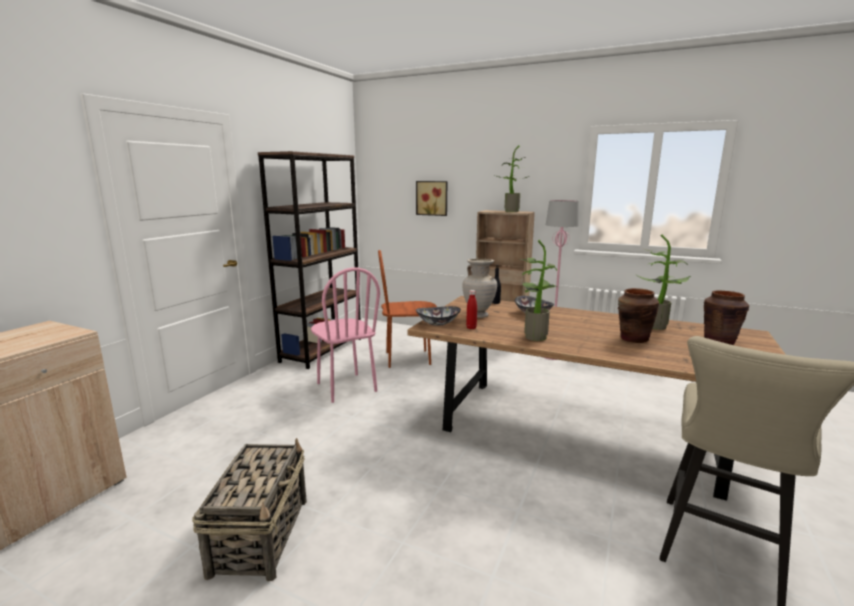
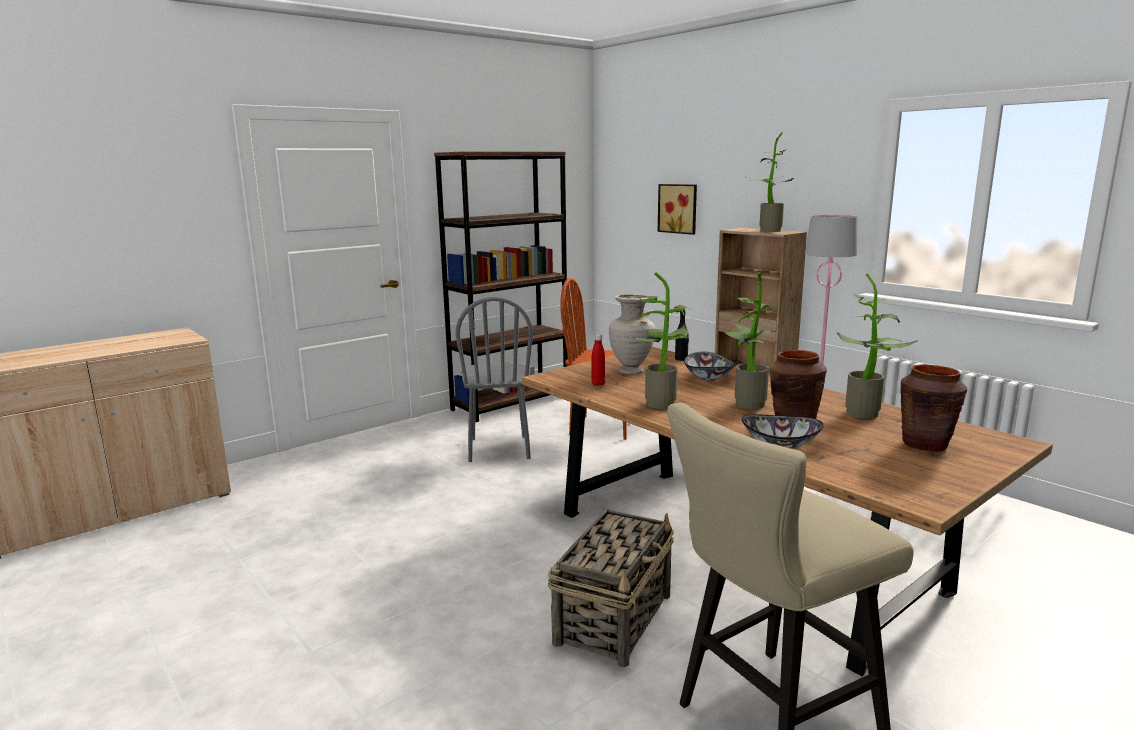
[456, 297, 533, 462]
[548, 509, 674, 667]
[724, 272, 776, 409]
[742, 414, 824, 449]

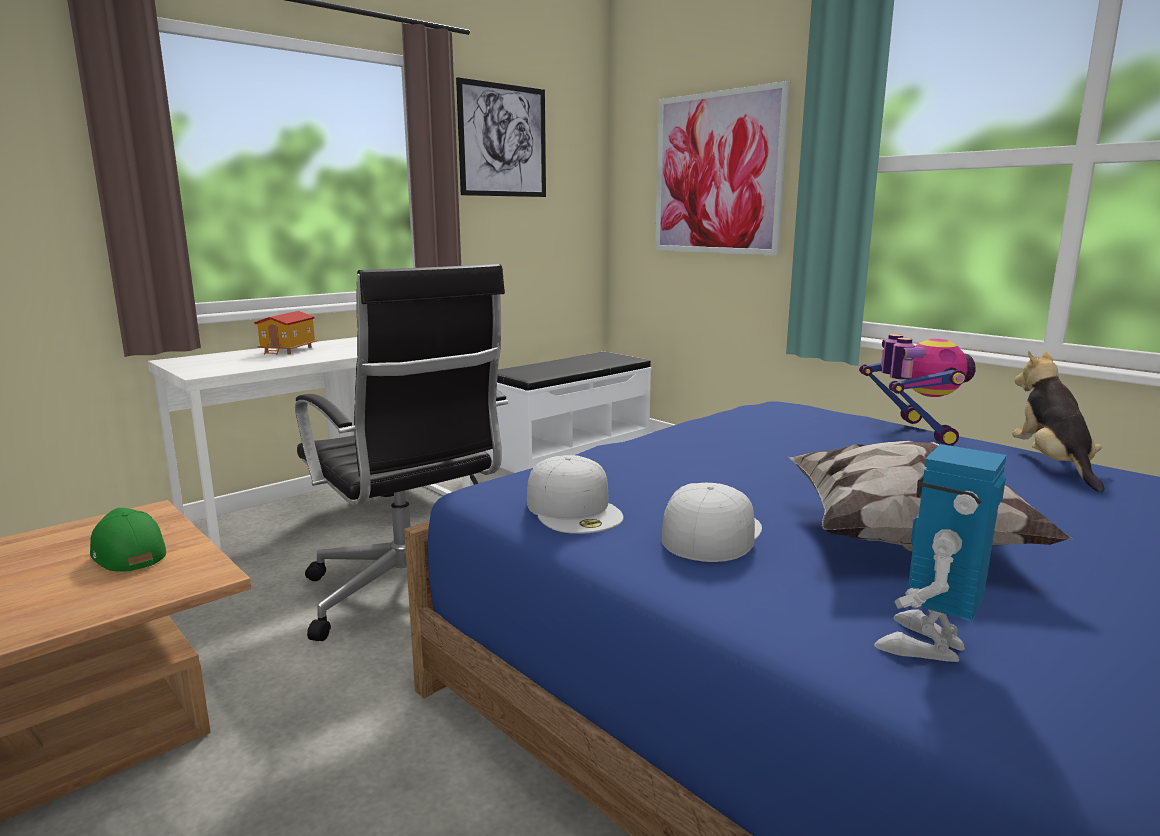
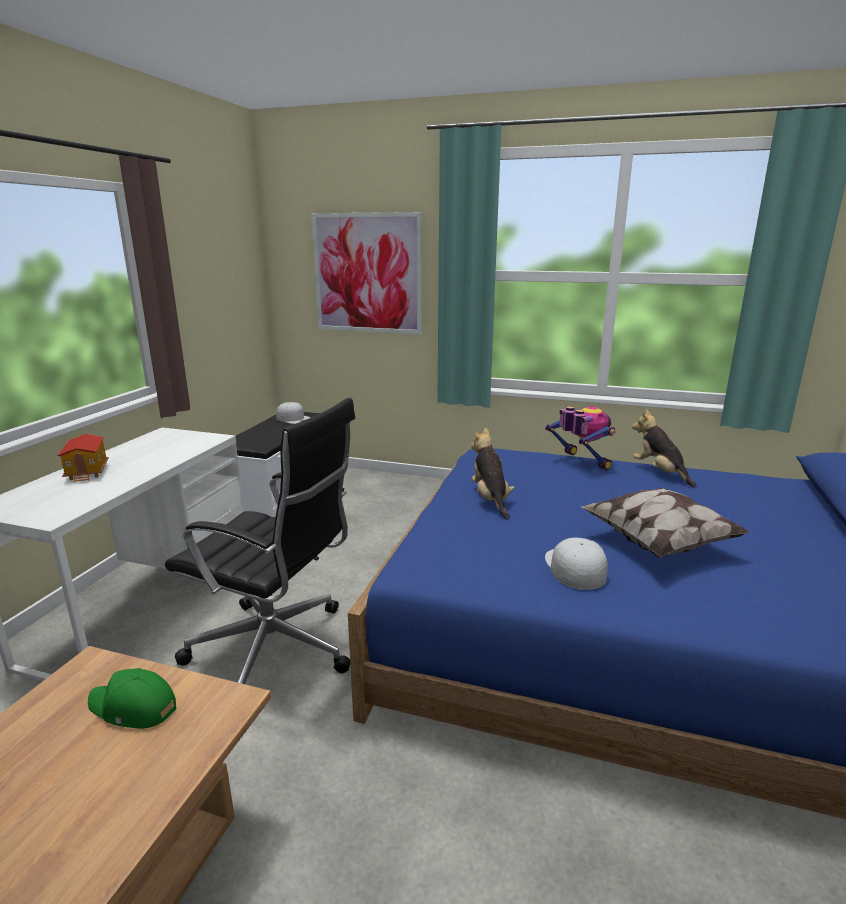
[276, 402, 311, 424]
[471, 428, 514, 520]
[456, 77, 546, 197] (first image)
[874, 444, 1007, 662] (first image)

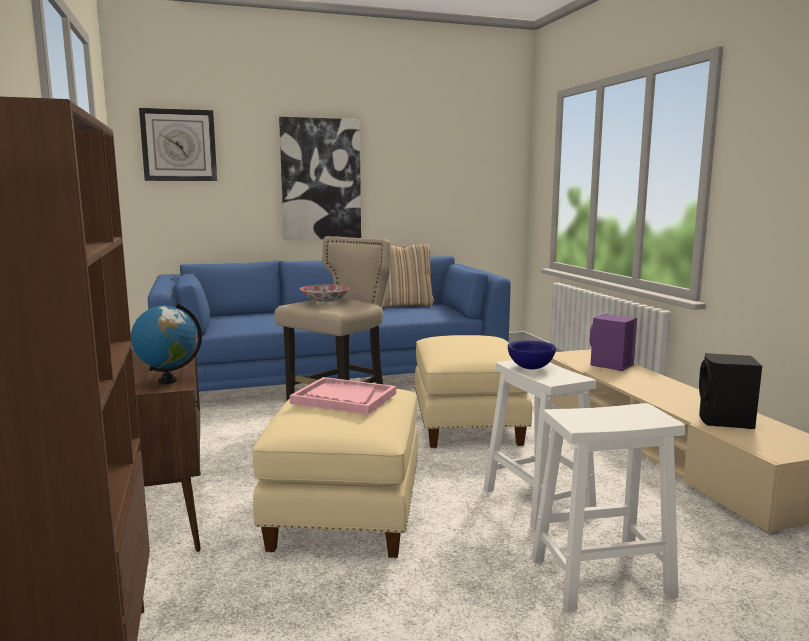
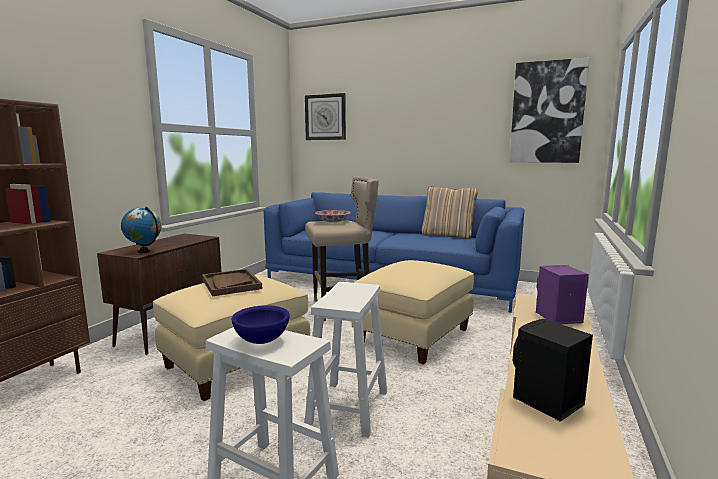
[202, 269, 262, 297]
[232, 305, 290, 344]
[509, 57, 590, 163]

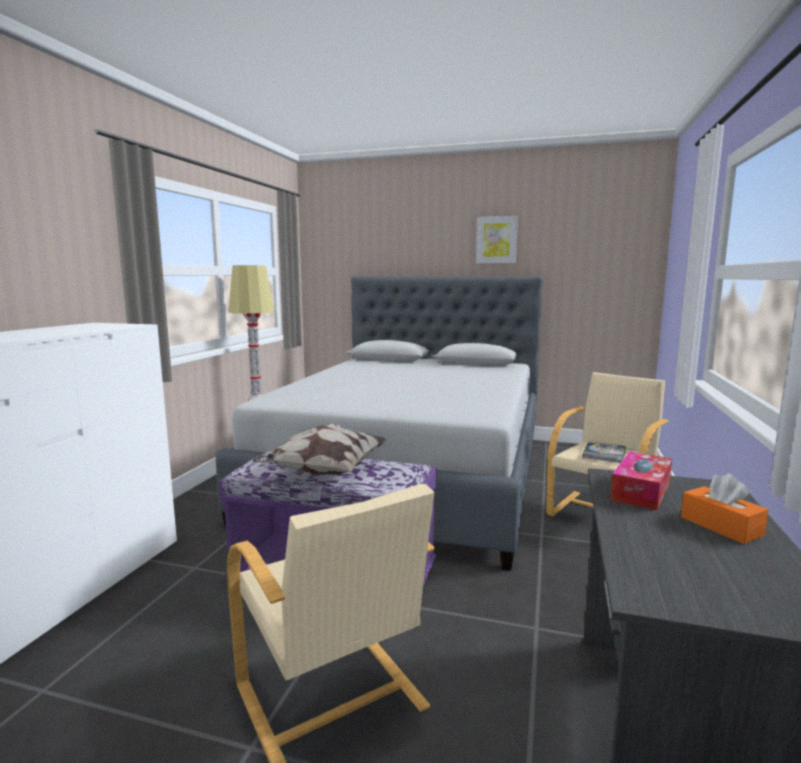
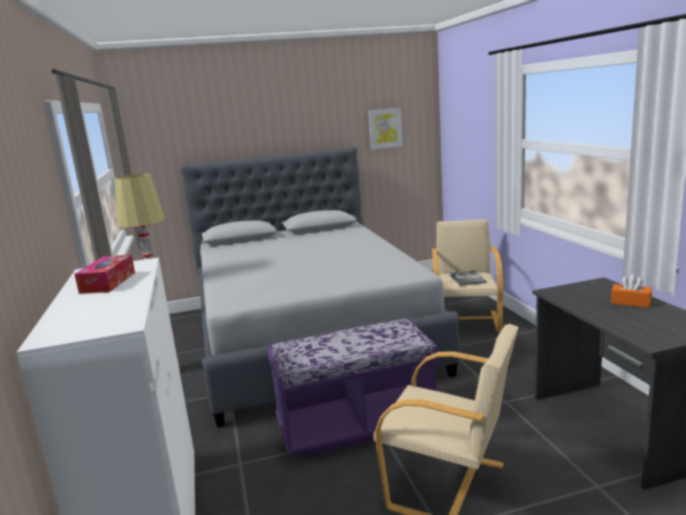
[74, 255, 135, 294]
[369, 108, 403, 150]
[252, 424, 386, 475] (first image)

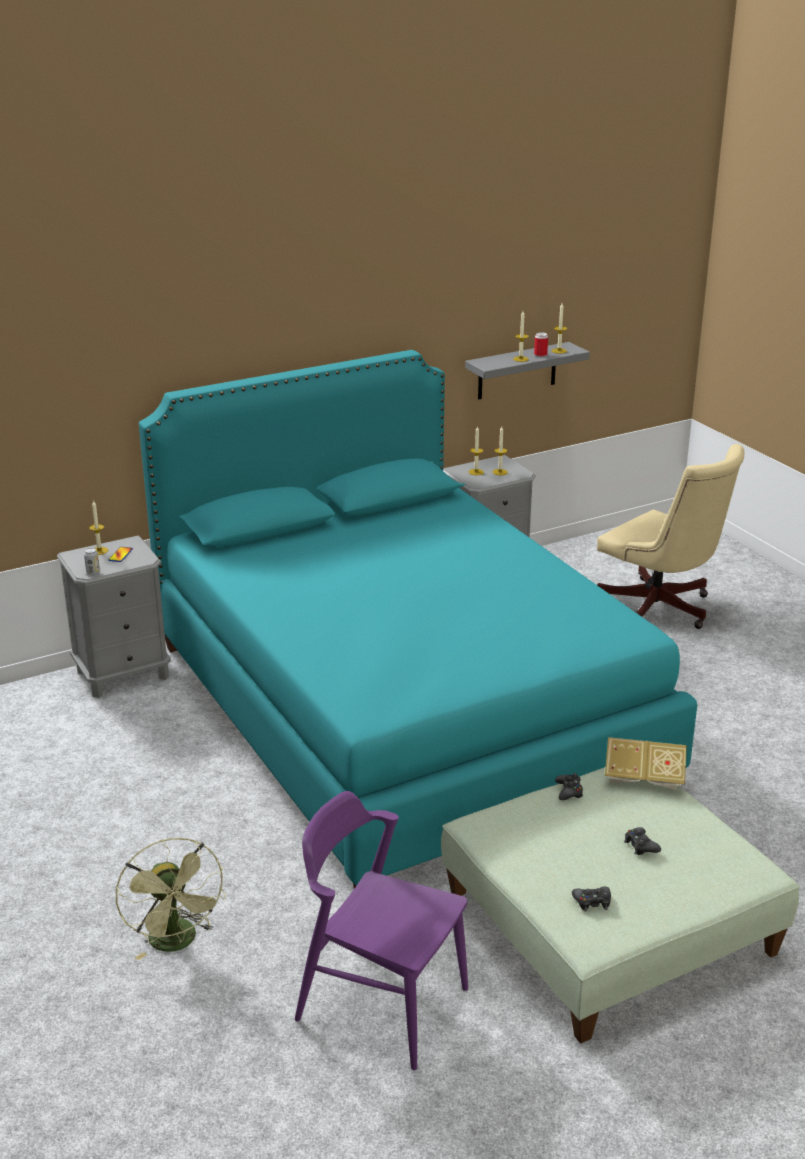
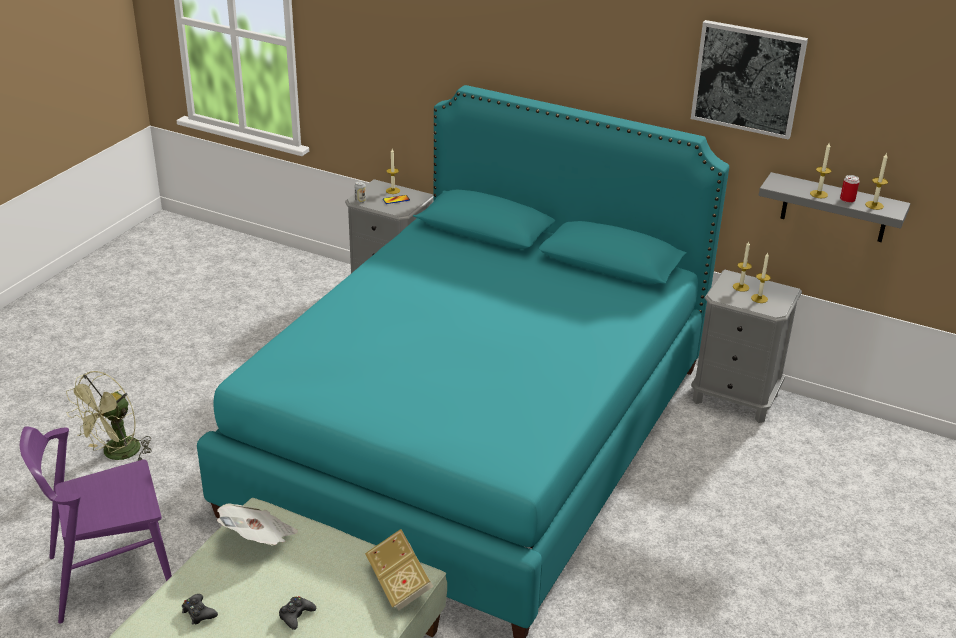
[20, 426, 172, 624]
[217, 503, 298, 546]
[691, 20, 808, 140]
[555, 773, 583, 800] (first image)
[597, 444, 745, 629] (first image)

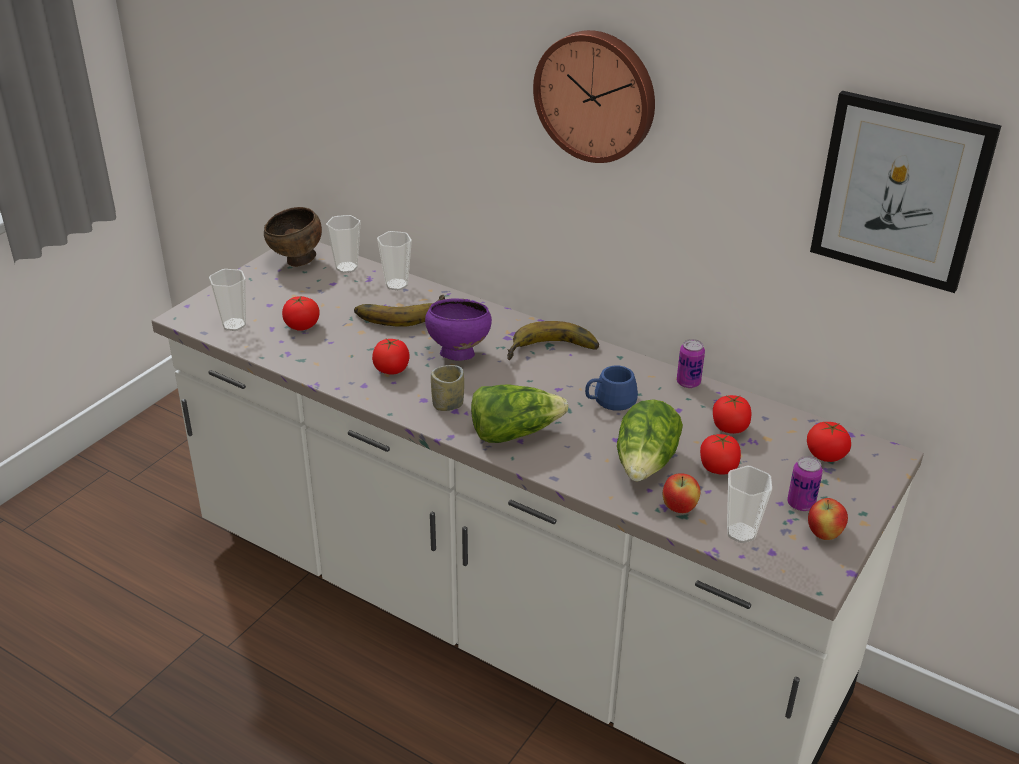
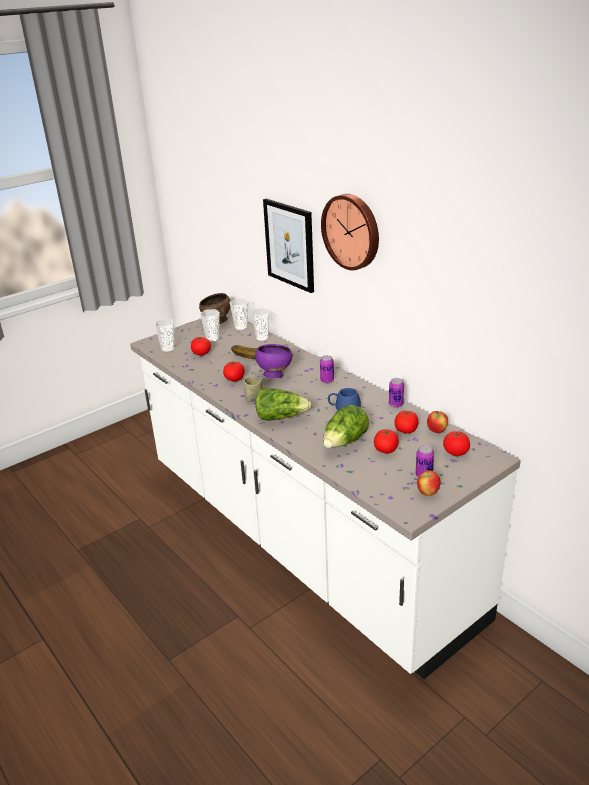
[200, 309, 220, 342]
[263, 199, 314, 293]
[320, 355, 334, 383]
[427, 411, 448, 433]

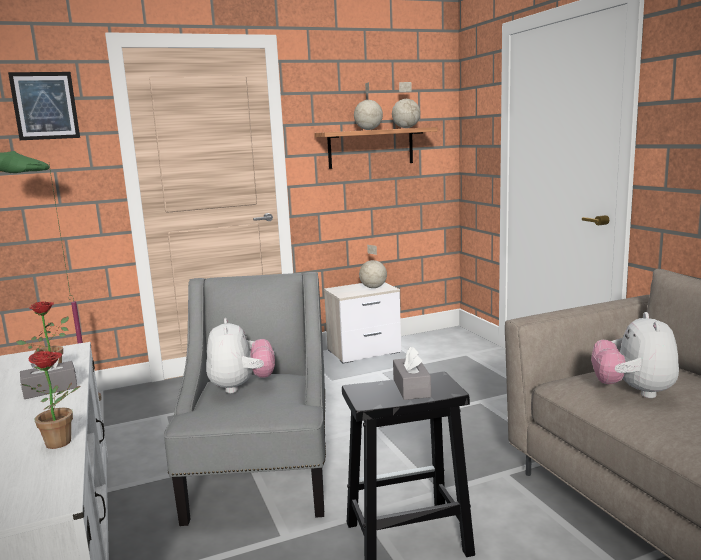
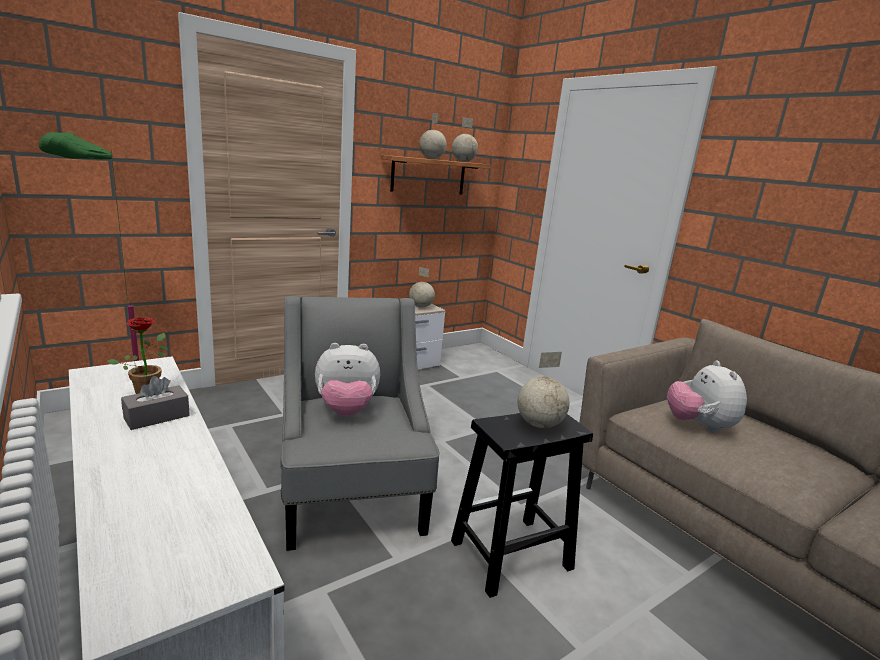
[315, 343, 380, 416]
[518, 352, 569, 428]
[8, 72, 80, 140] (first image)
[22, 351, 81, 449] (first image)

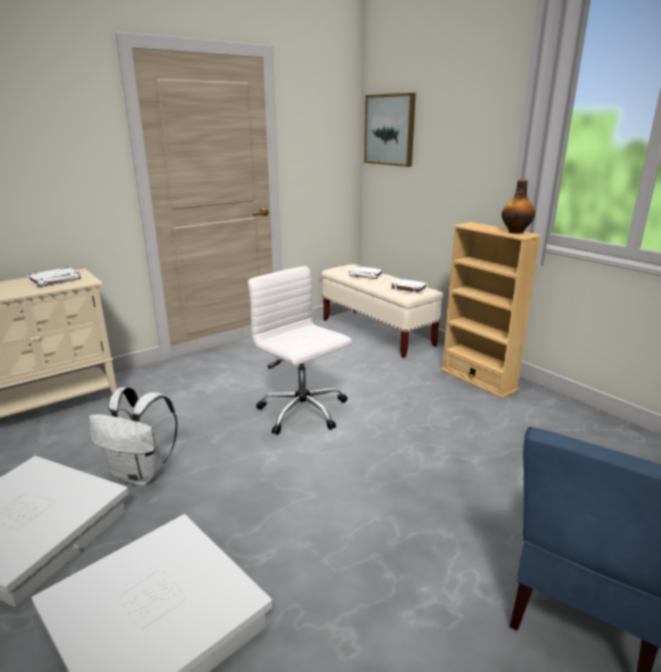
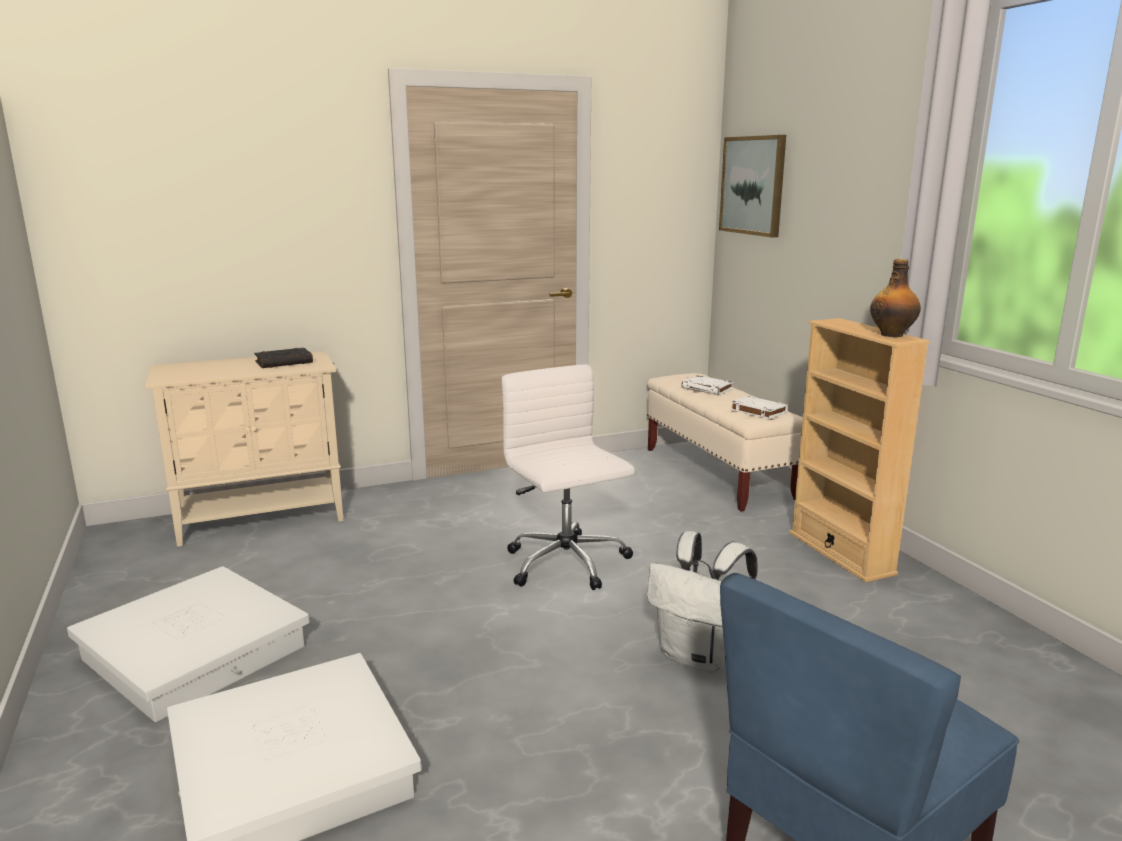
[254, 348, 313, 368]
[647, 531, 758, 673]

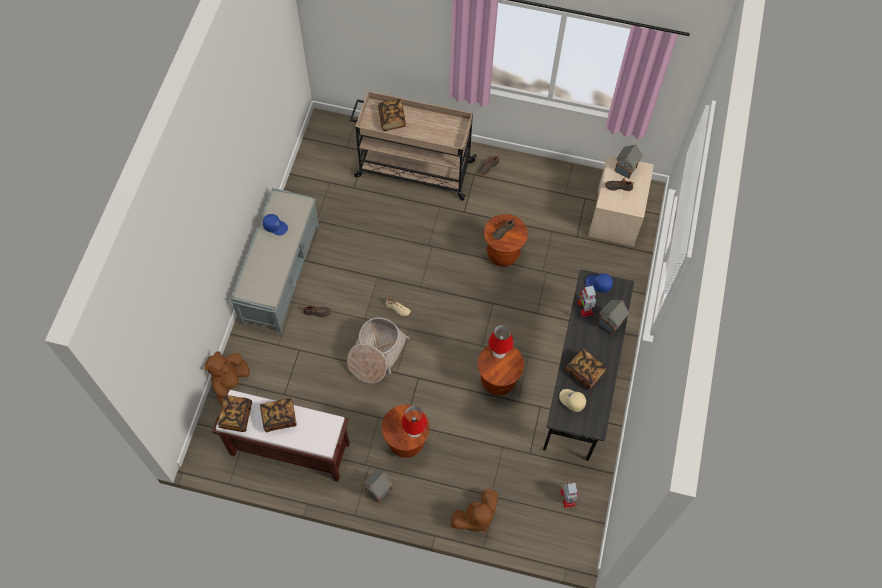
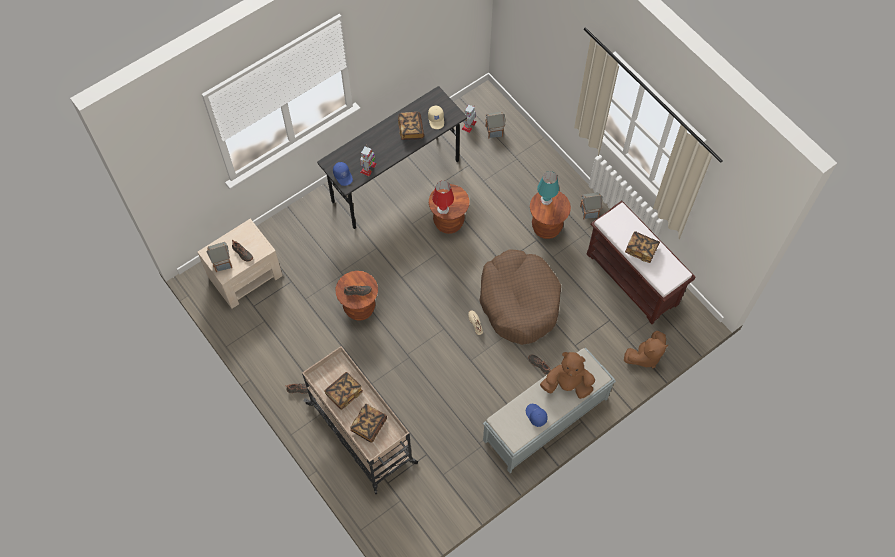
[324, 372, 363, 410]
[479, 249, 561, 345]
[485, 112, 505, 139]
[537, 171, 559, 205]
[540, 352, 595, 399]

